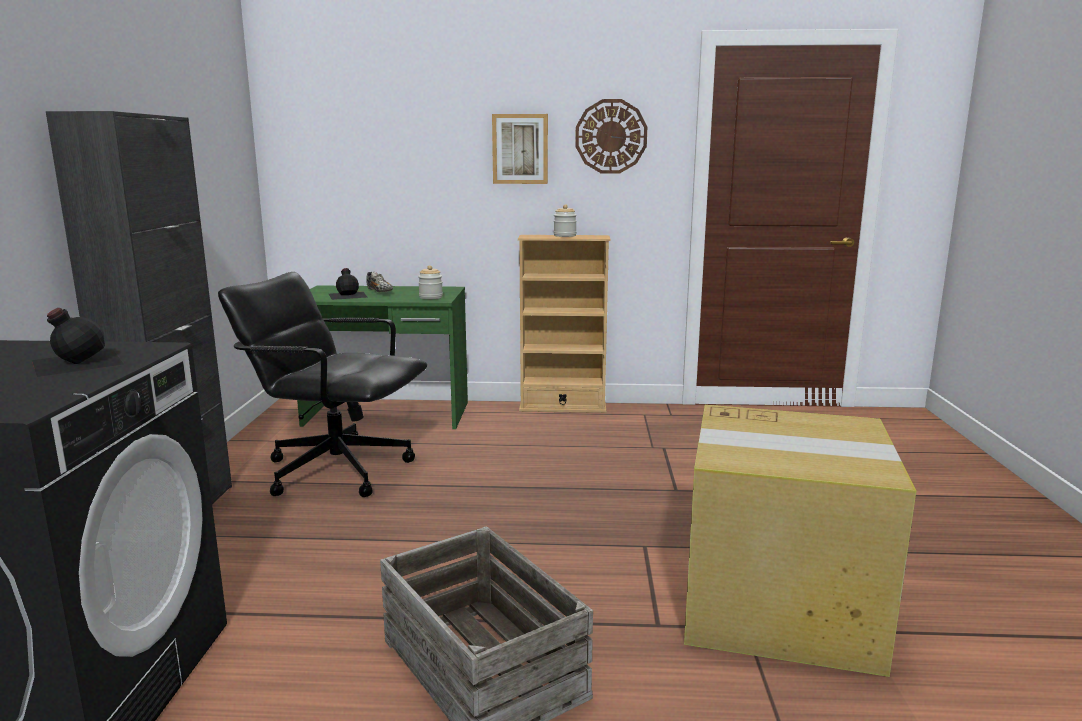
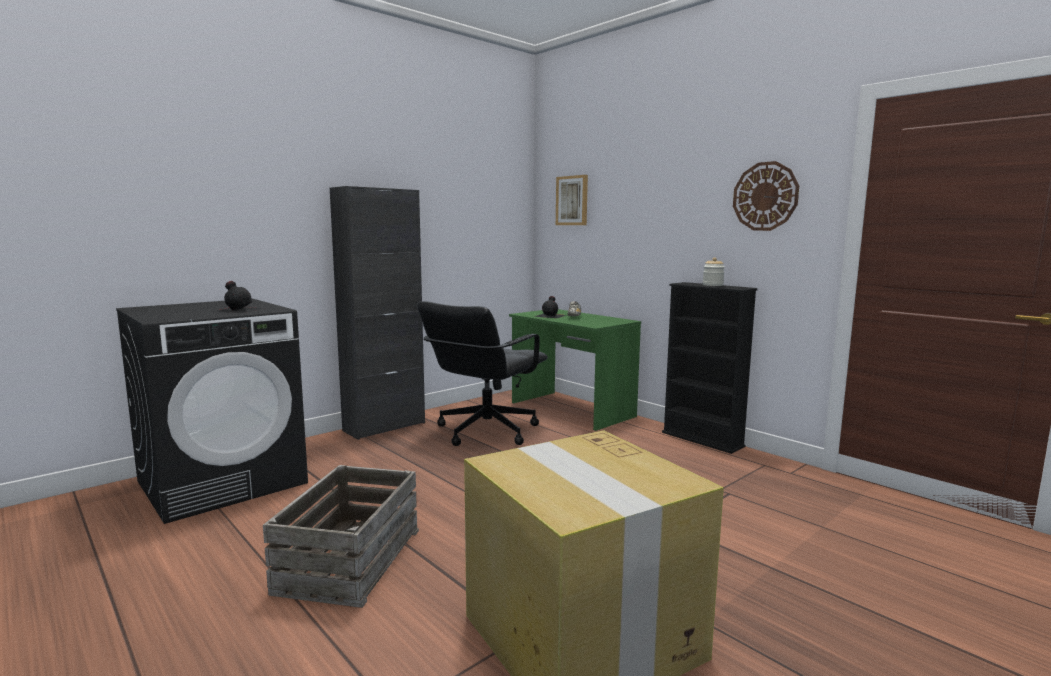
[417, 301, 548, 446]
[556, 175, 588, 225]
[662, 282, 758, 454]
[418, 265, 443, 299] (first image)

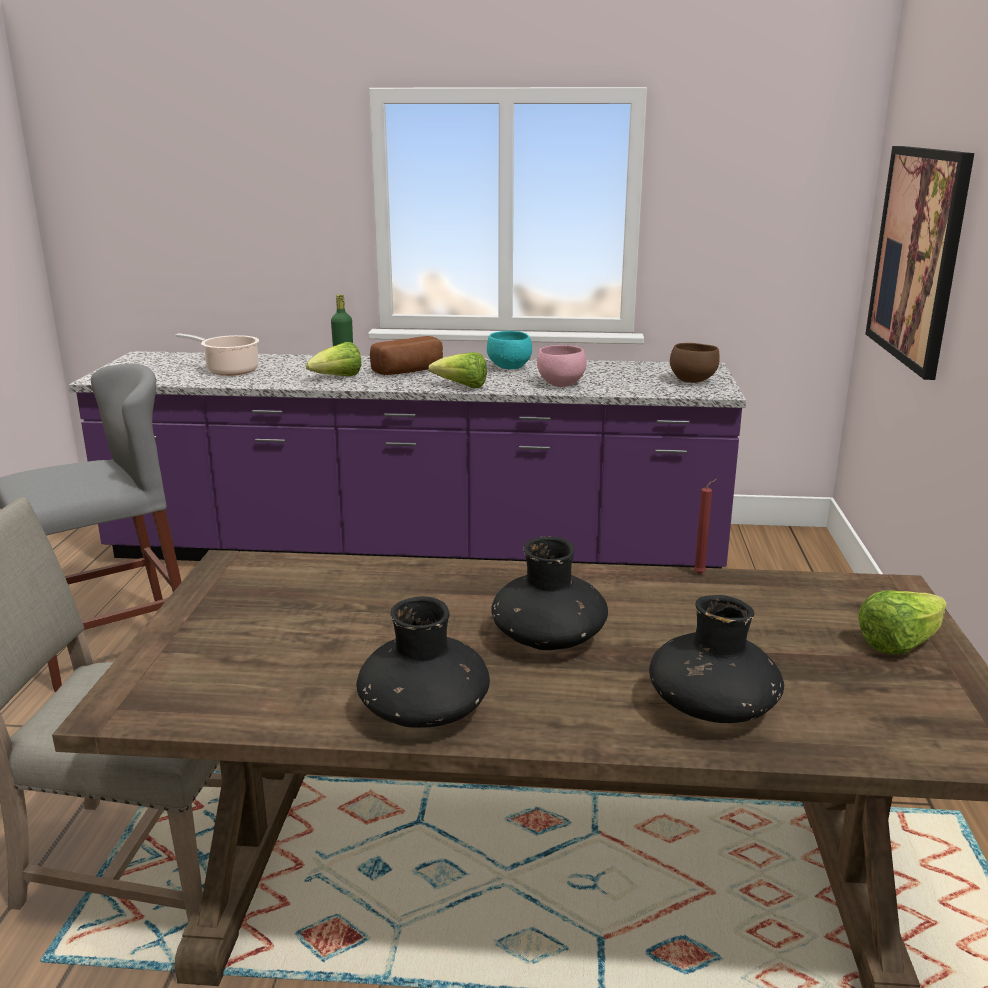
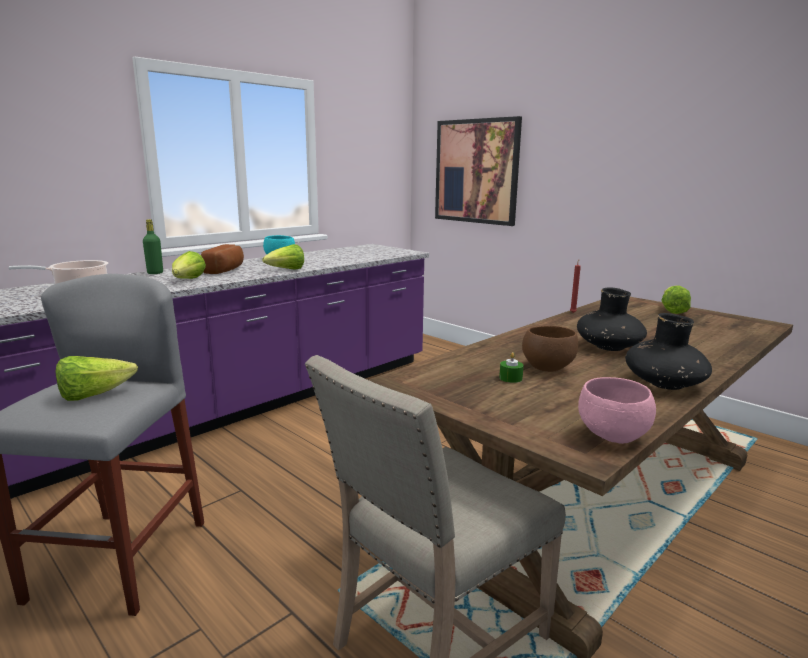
[56, 356, 138, 401]
[499, 352, 524, 383]
[522, 326, 578, 372]
[578, 377, 656, 444]
[649, 595, 784, 723] (first image)

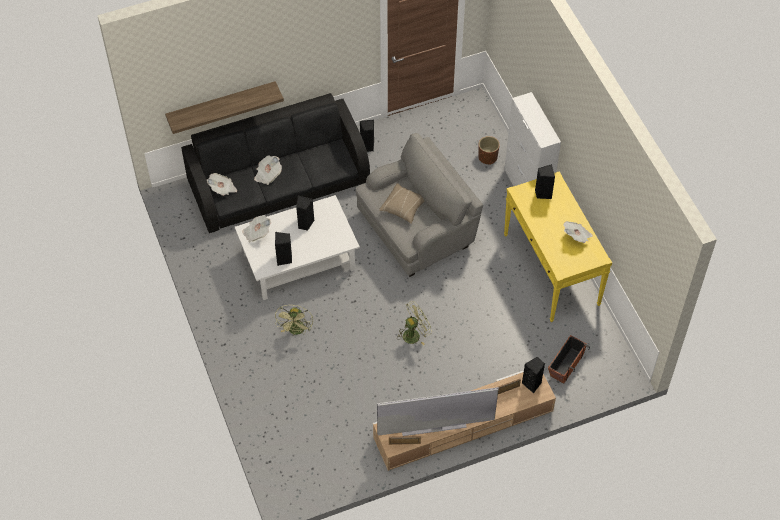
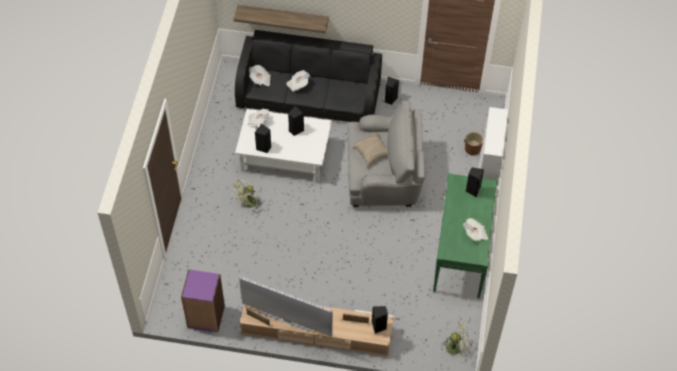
[181, 269, 225, 332]
[433, 173, 498, 299]
[443, 321, 469, 360]
[548, 335, 590, 384] (first image)

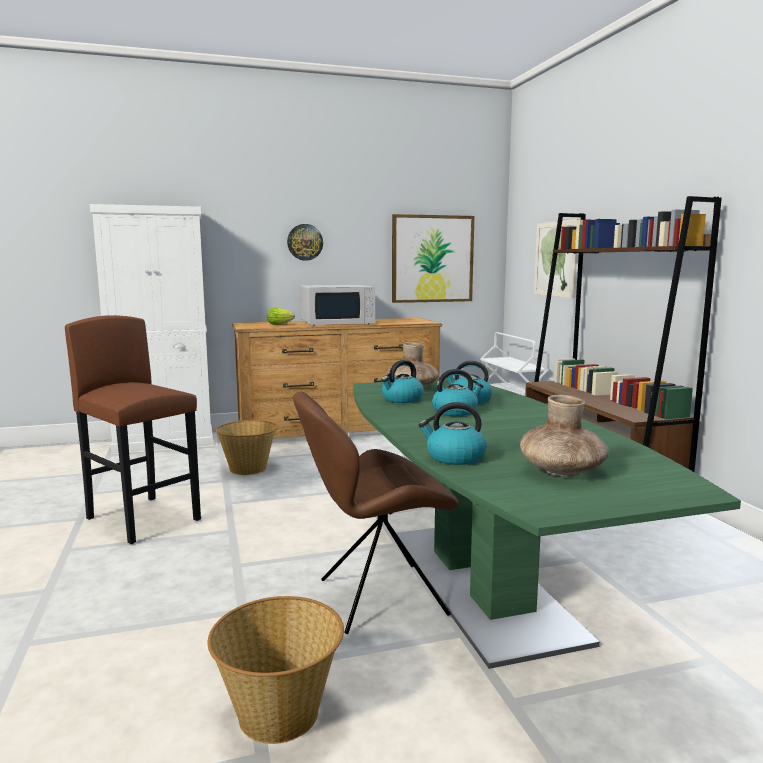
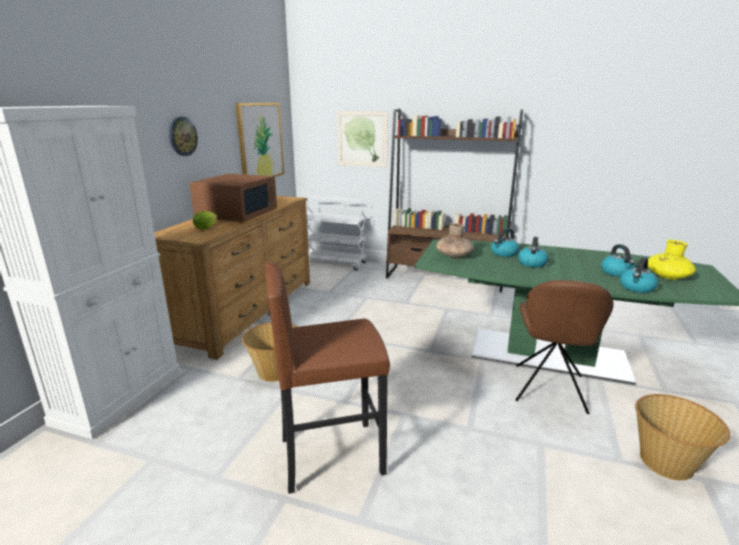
[189, 173, 277, 222]
[601, 244, 636, 277]
[647, 240, 696, 280]

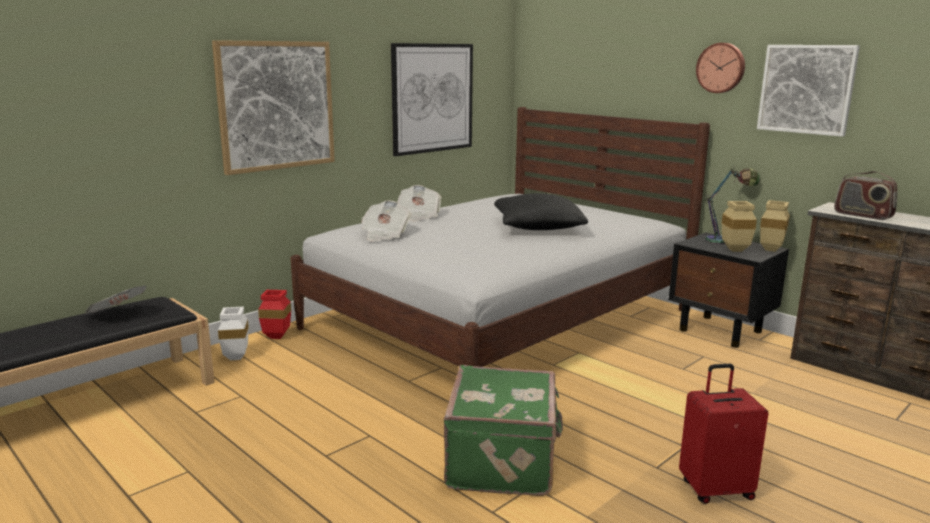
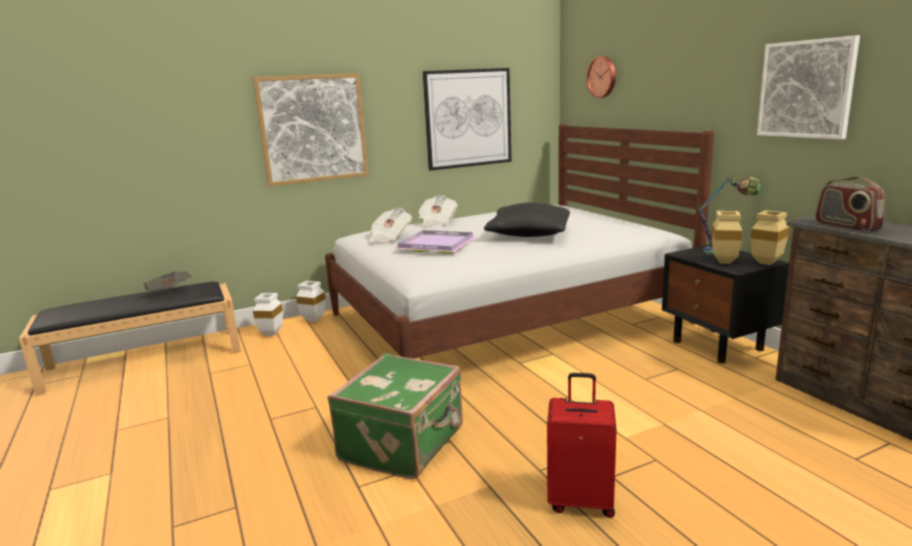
[296, 281, 326, 322]
[393, 230, 477, 254]
[587, 56, 616, 98]

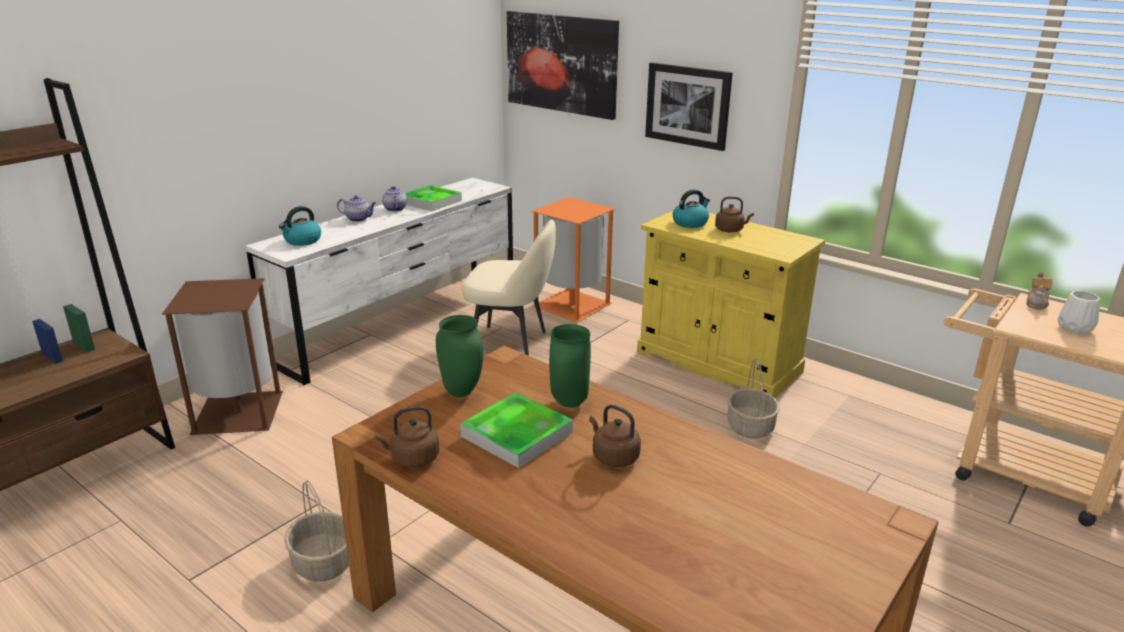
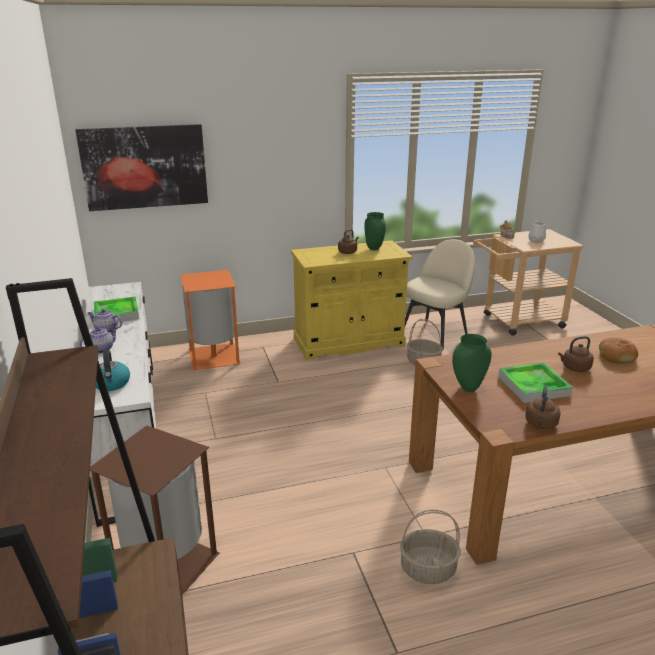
[364, 212, 386, 250]
[405, 239, 475, 350]
[599, 338, 638, 364]
[645, 62, 733, 151] (first image)
[672, 189, 710, 228] (first image)

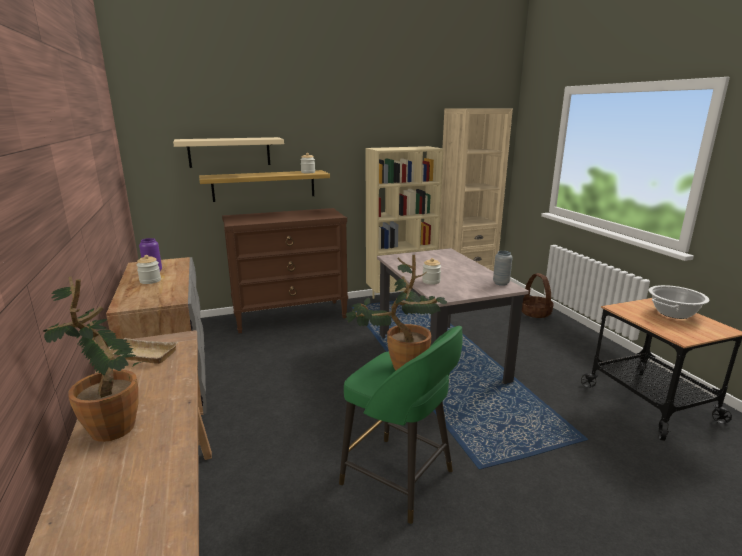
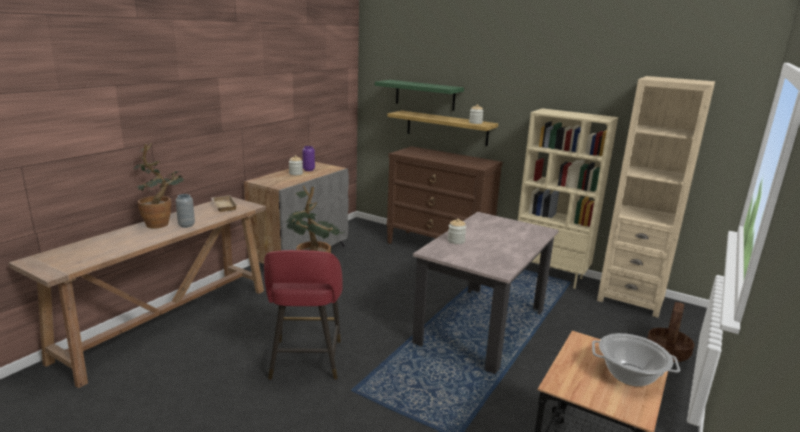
[176, 194, 195, 228]
[264, 250, 343, 380]
[375, 80, 464, 111]

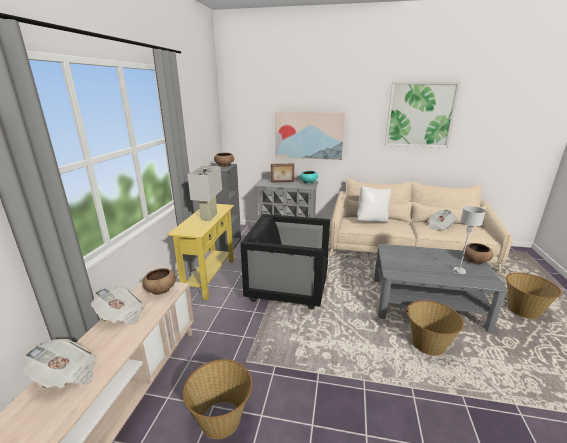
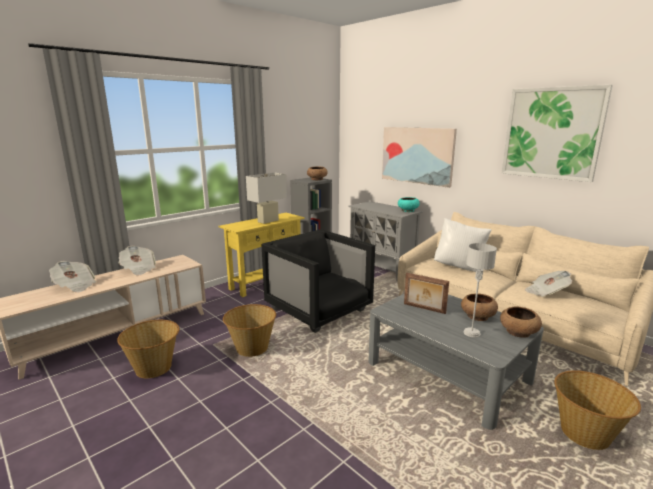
[223, 304, 276, 357]
[404, 273, 449, 314]
[461, 293, 498, 321]

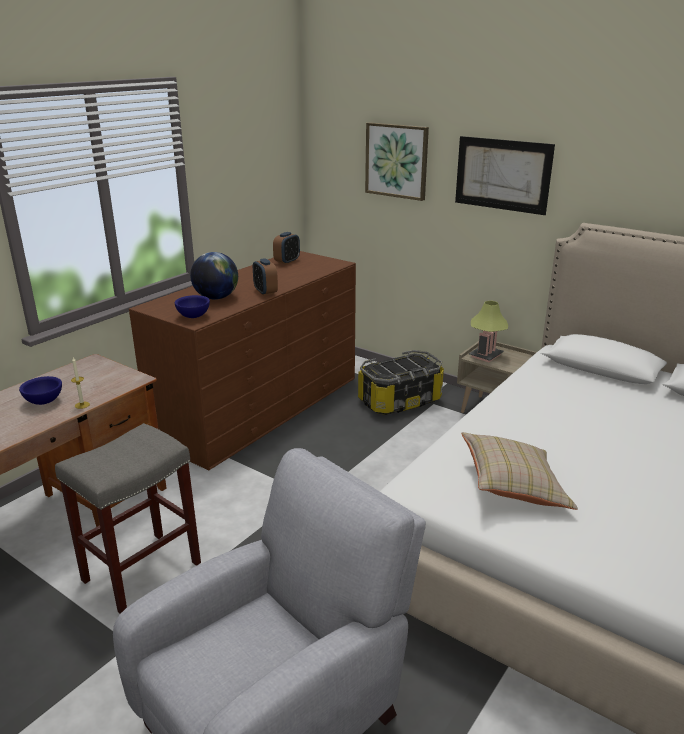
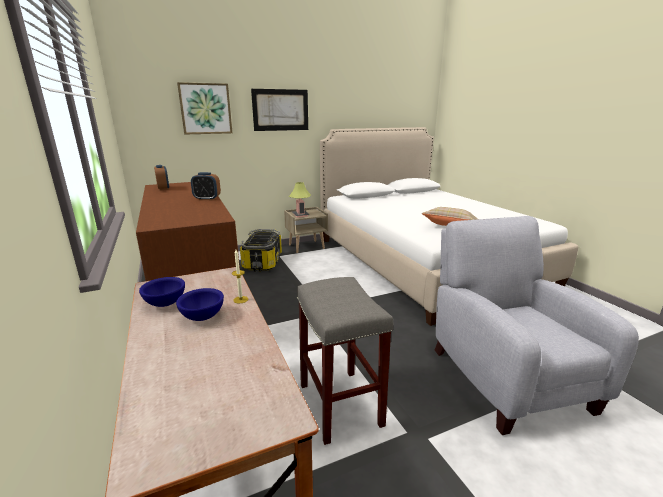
[139, 277, 185, 307]
[190, 252, 238, 299] (first image)

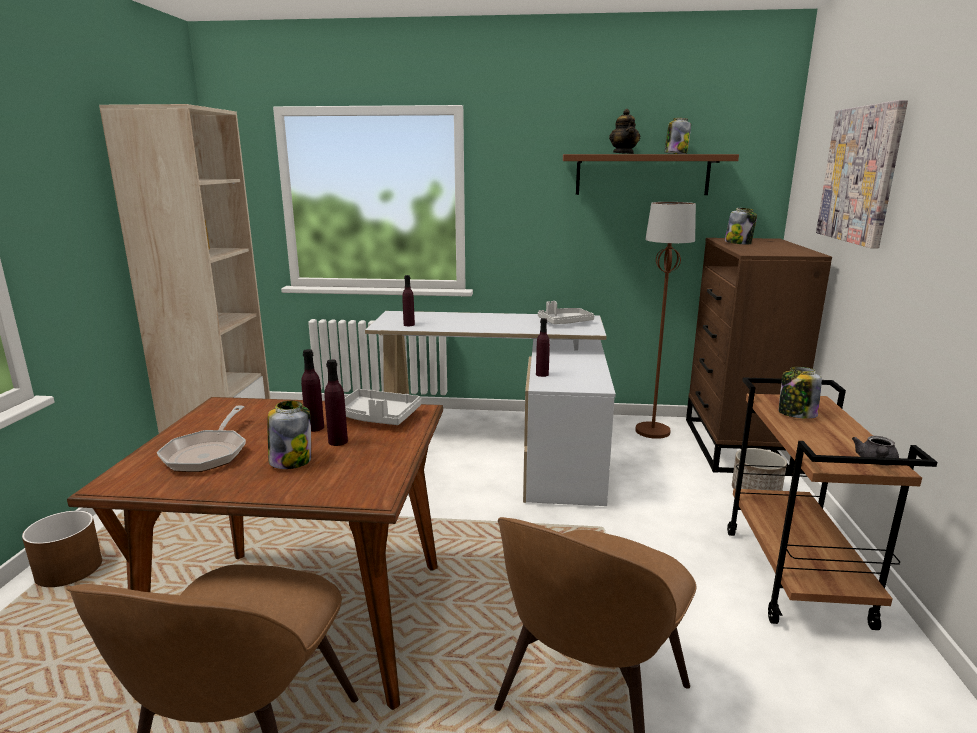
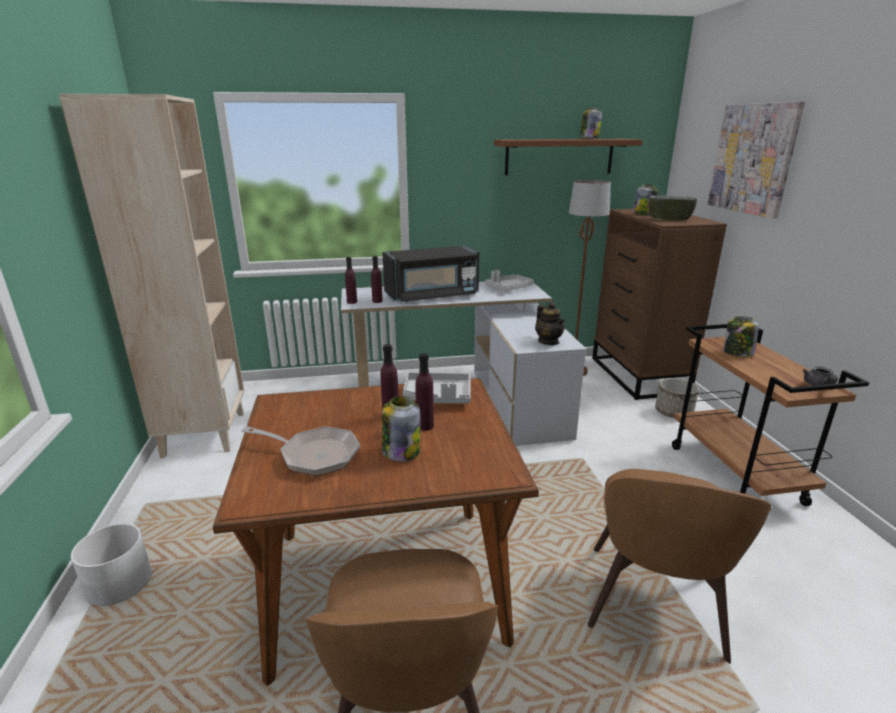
[71, 523, 152, 606]
[241, 427, 360, 476]
[345, 257, 357, 304]
[382, 245, 479, 303]
[535, 302, 565, 345]
[649, 196, 698, 221]

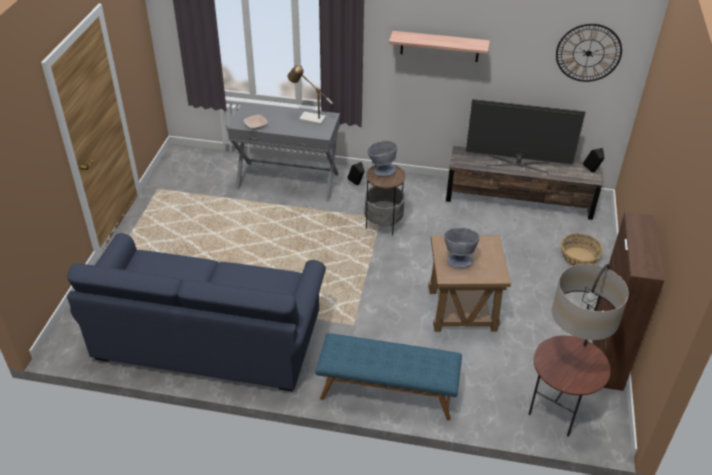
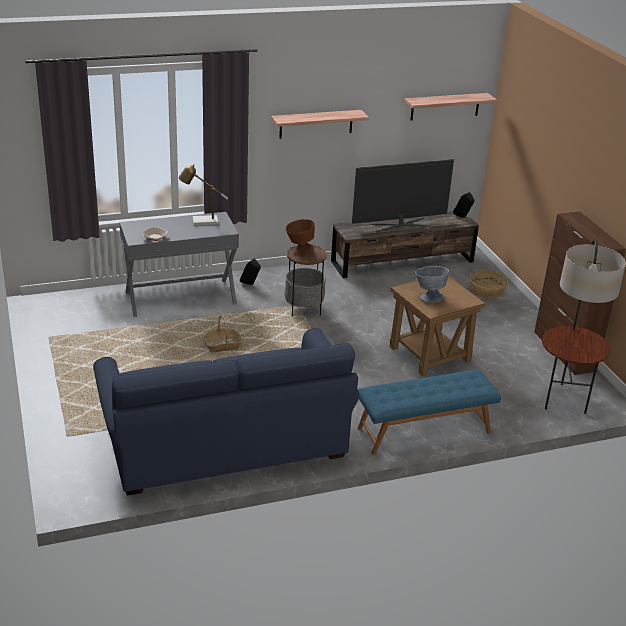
[202, 315, 243, 352]
[286, 219, 315, 255]
[404, 93, 497, 121]

